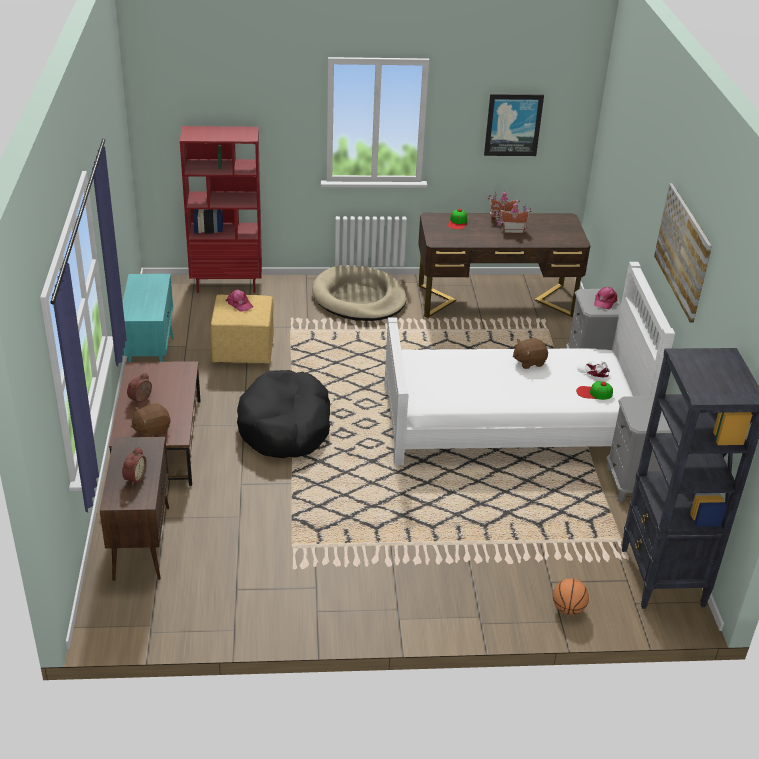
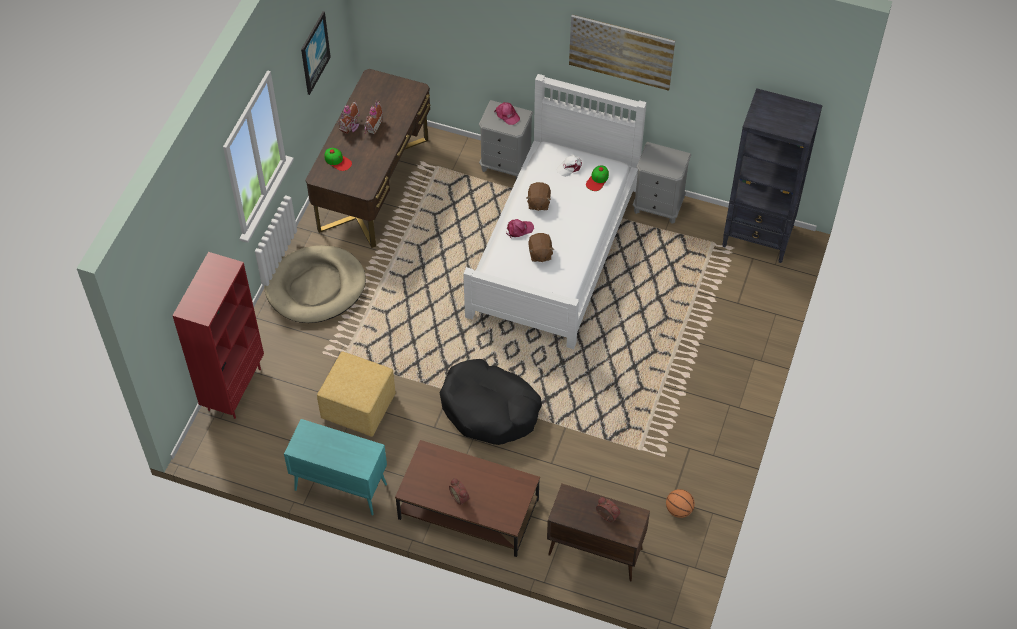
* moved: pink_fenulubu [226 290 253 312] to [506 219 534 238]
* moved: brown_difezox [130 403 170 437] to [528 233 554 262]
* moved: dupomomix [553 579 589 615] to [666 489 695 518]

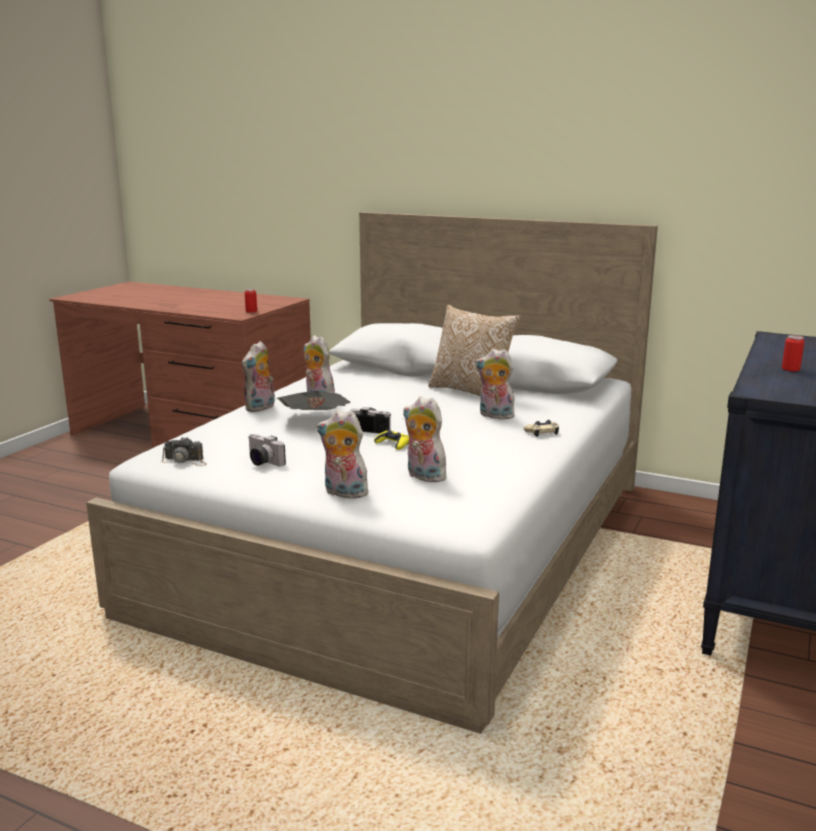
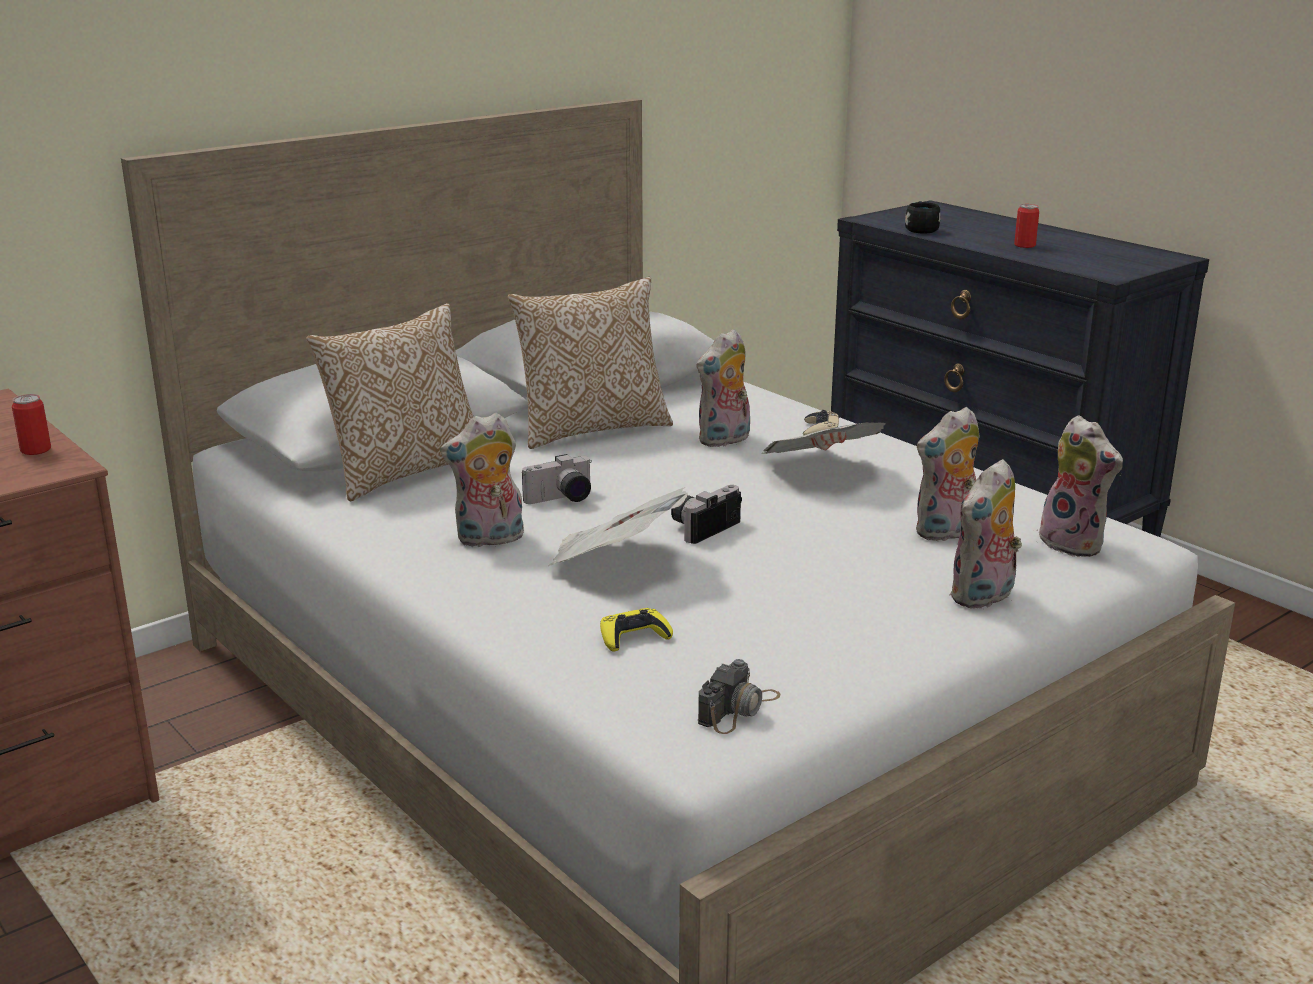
* moved: difezox [242 341 275 412] to [1038 415 1123 557]
* moved: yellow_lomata [374 430 409 450] to [600 608 673 652]
* moved: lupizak [248 434 286 466] to [522 454 592 504]
* added: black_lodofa [905 201 940 234]
* added: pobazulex [306 303 473 501]
* added: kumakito [763 422 886 454]

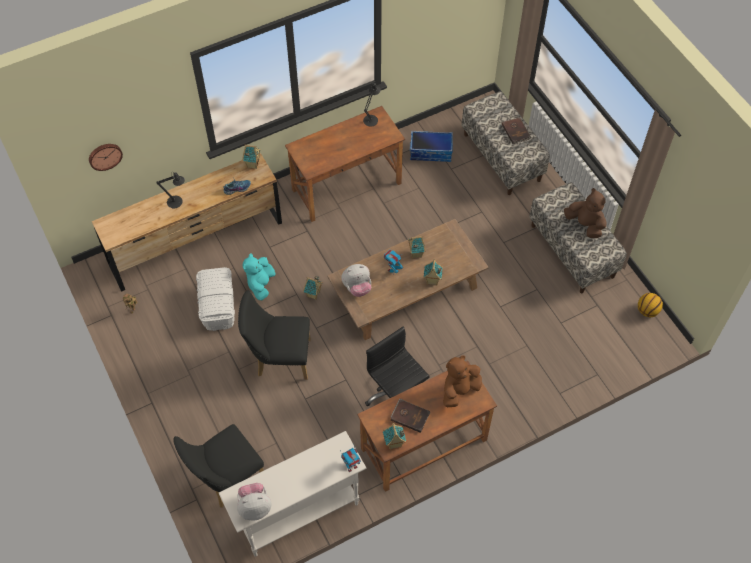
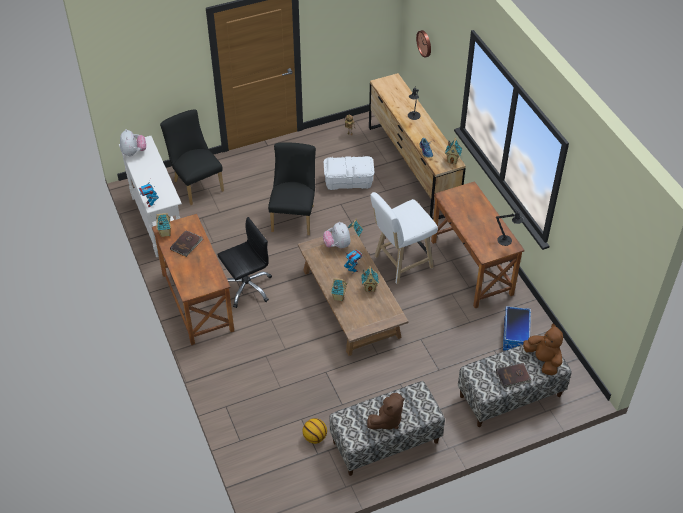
* removed: turquoise_difezox [242 253 276 300]
* moved: dupomomix [638 293 663 317] to [302 418 327 444]
* moved: brown_difezox [443 356 482 407] to [523 324 563 375]
* added: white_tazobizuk [370 192 438 284]

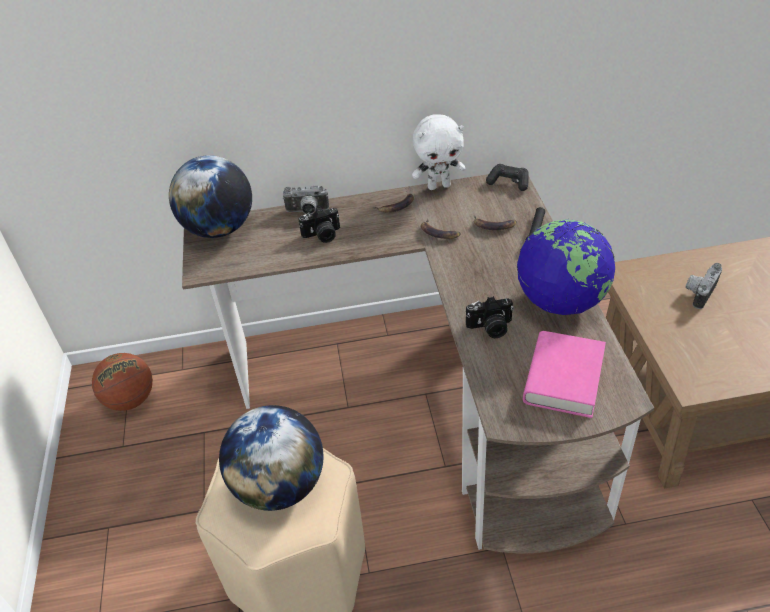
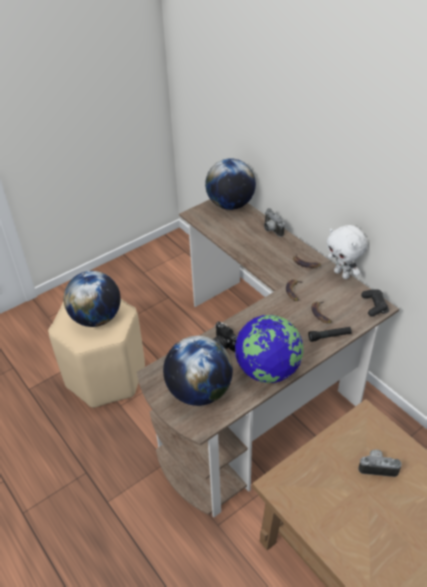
* removed: lupizak [298 207 340 243]
* replaced: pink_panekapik [523 331 606 418] to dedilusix [163 336 233 406]
* removed: dupomomix [92 353 153 411]

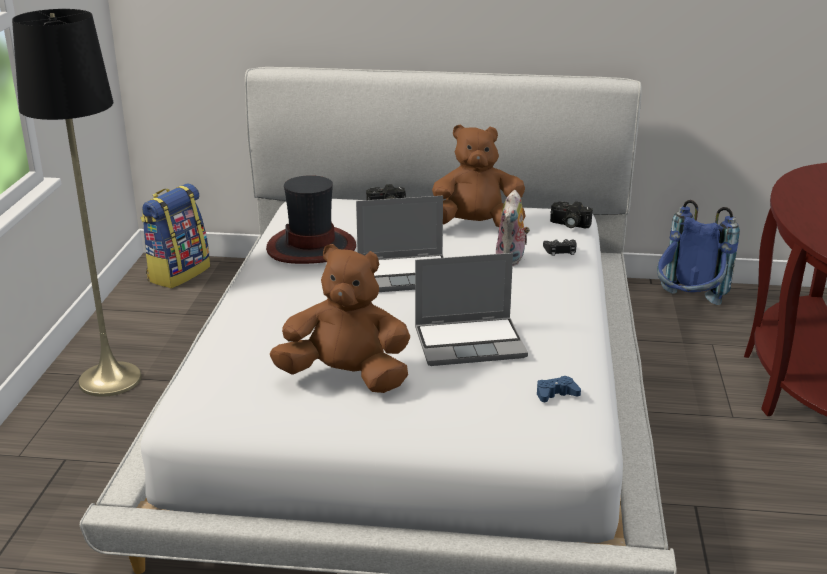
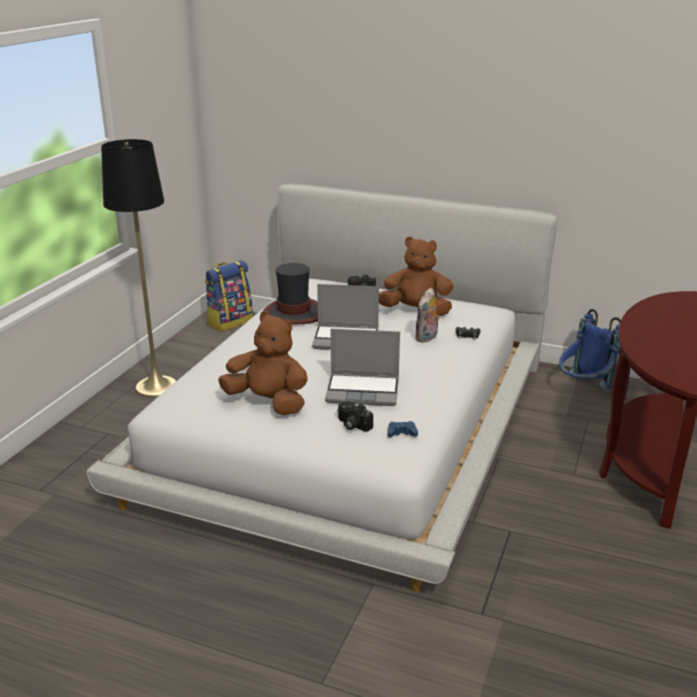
* moved: lupizak [550 201 593 228] to [337 401 373 432]

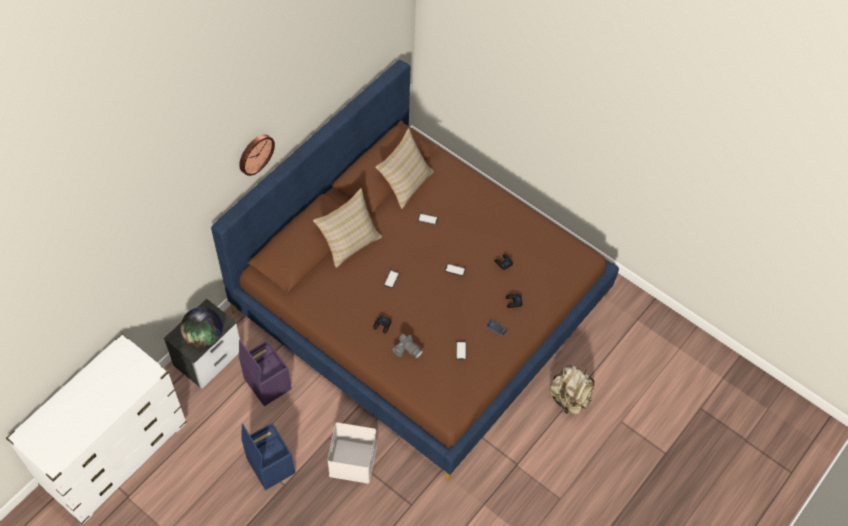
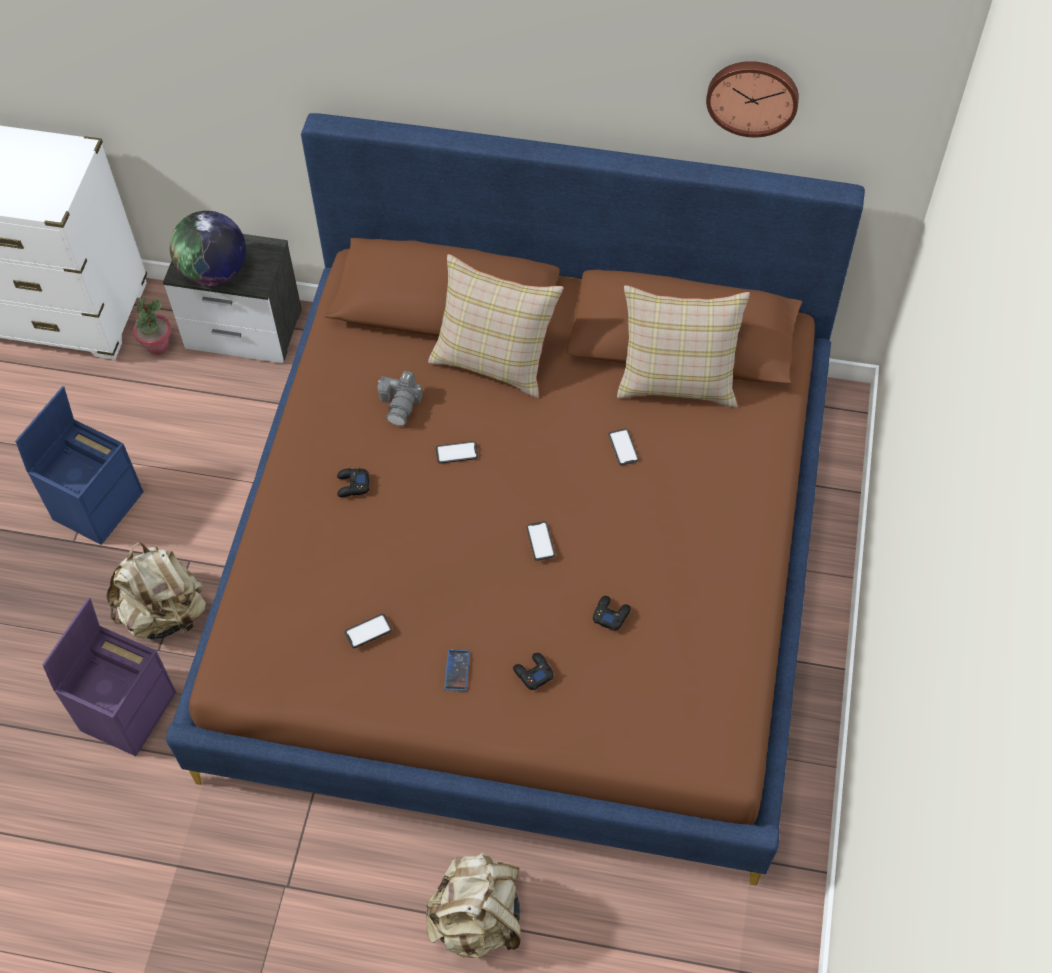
* moved: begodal [239 134 275 176] to [706 61 799 137]
* moved: lupizak [392 334 423 358] to [378 371 422 426]
* moved: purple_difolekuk [239 340 292 406] to [42 597 176 756]
* replaced: white_difolekuk [327 423 377 483] to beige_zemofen [106 542 206 639]
* added: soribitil [133 297 171 355]

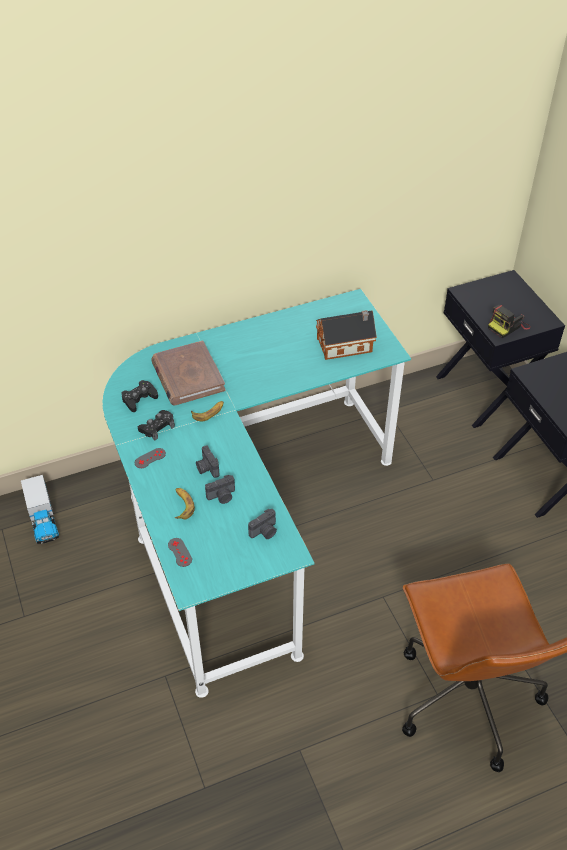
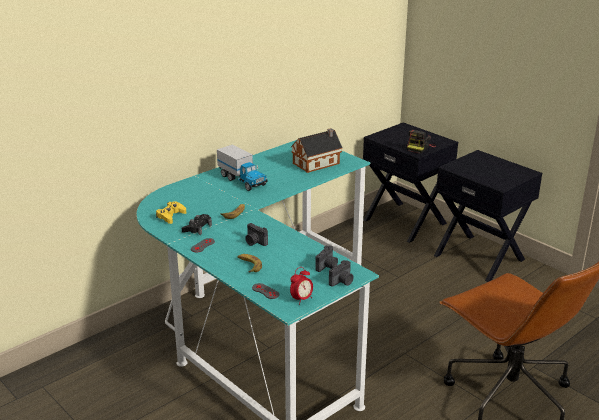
* removed: brown_panekapik [151 341 225 406]
* recoloured: black_lomata [122 380 158 412] to yellow_lomata [156 201 186 224]
* moved: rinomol [21 475 59 544] to [217 144 267 191]
* moved: lupizak [205 475 235 504] to [329 260 354 287]
* added: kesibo [290 267 313 305]

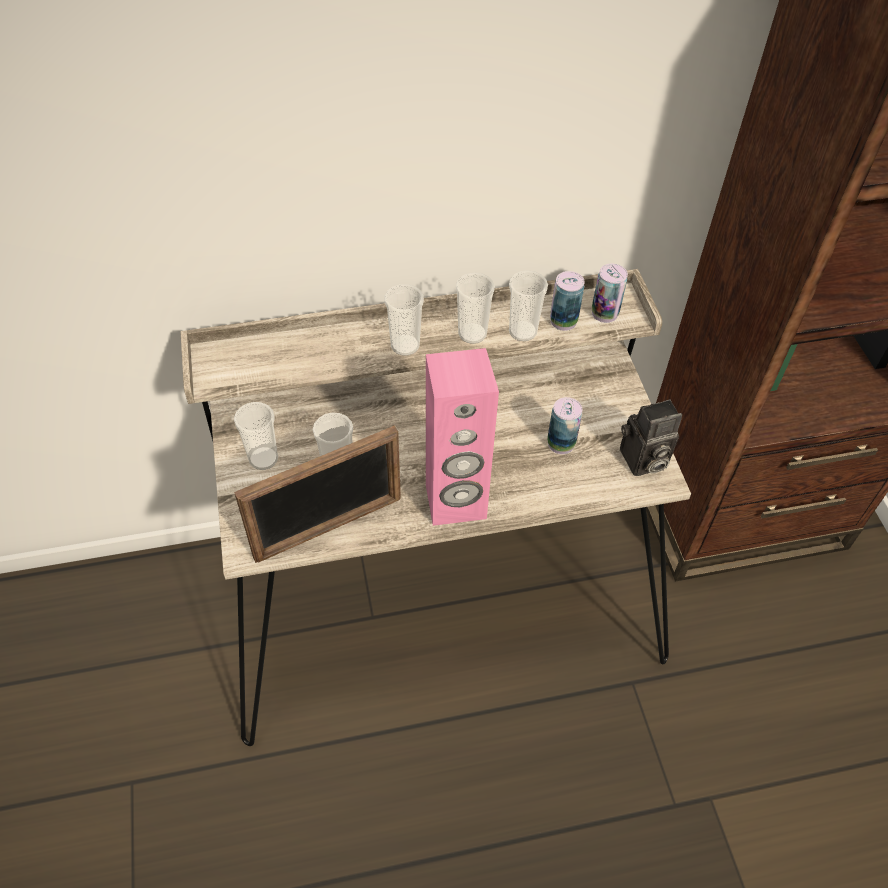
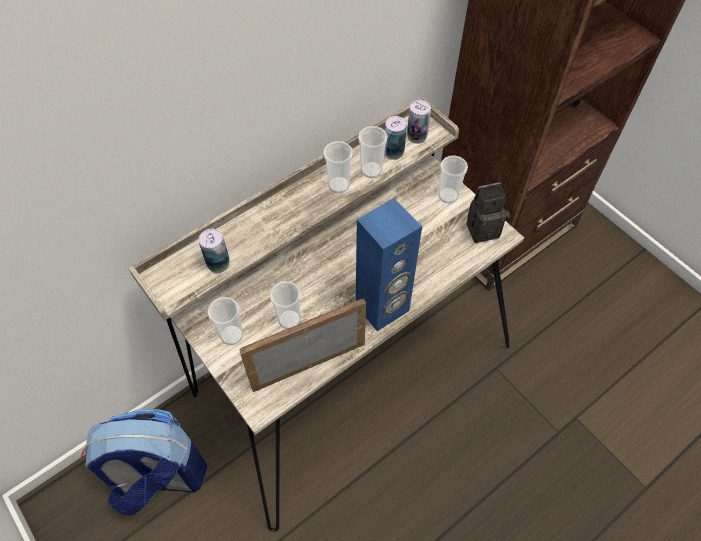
* moved: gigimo [384 284 424 356] to [438 155 468 203]
* recoloured: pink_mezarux [426 348 499 526] to blue_mezarux [356 198 422 331]
* moved: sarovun [547 397 582 454] to [199 229 230 273]
* turned: lupizak [620 399 682 476] = [467 182 510 243] 150 degrees counterclockwise
* turned: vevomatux [234 425 401 563] = [239 299 366 392] 150 degrees counterclockwise
* added: zemofen [81 409 207 516]

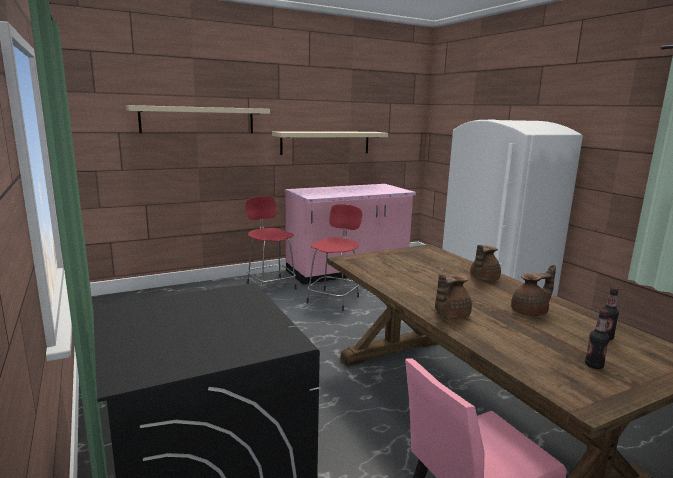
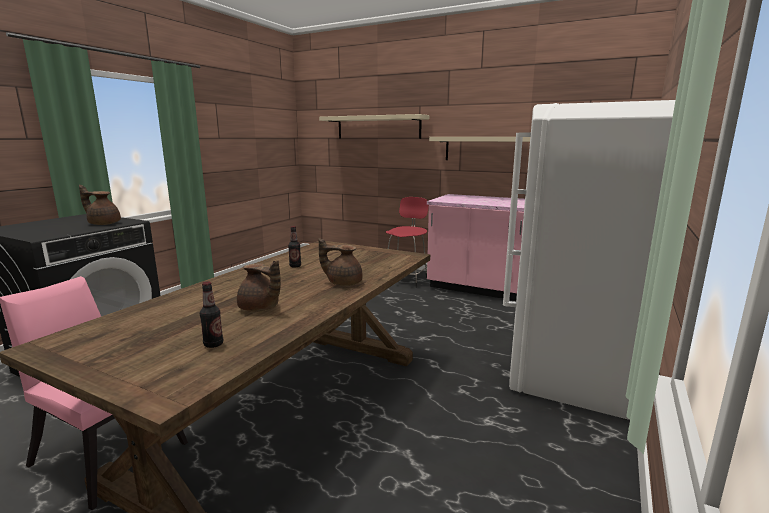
* removed: red_tazobizuk [307 204 362 311]
* moved: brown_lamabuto [435 274 472 319] to [79 185 121 225]
* moved: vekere [585 309 610 369] to [288 226 301 268]

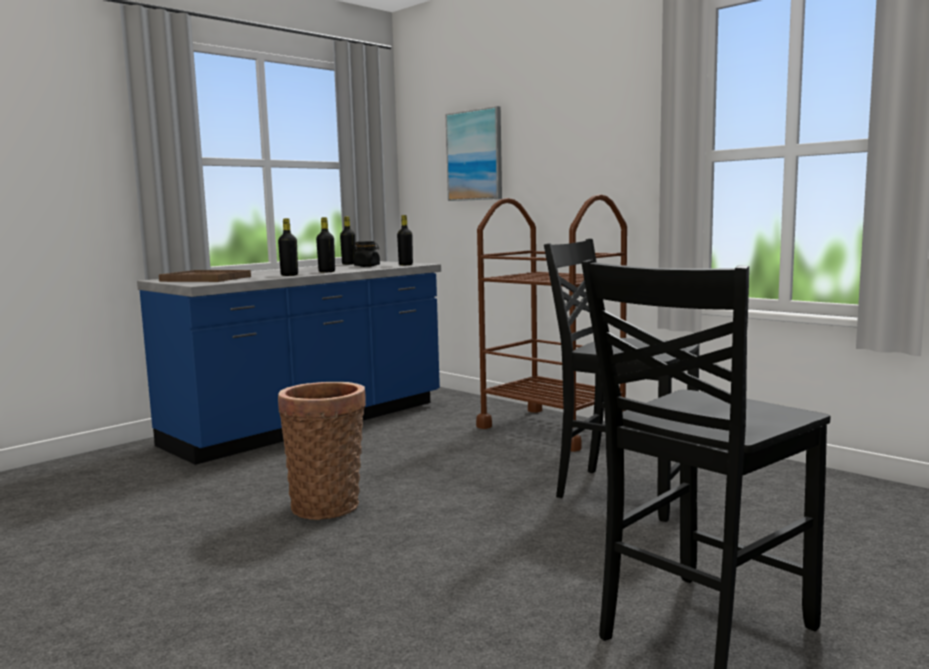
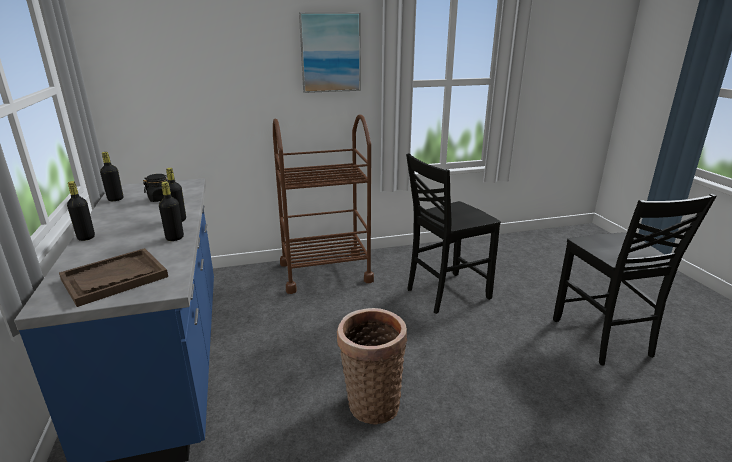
* moved: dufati [445 106 502 201] to [299 12 361 93]
* moved: black_vekere [397 215 413 265] to [67 181 95 241]

